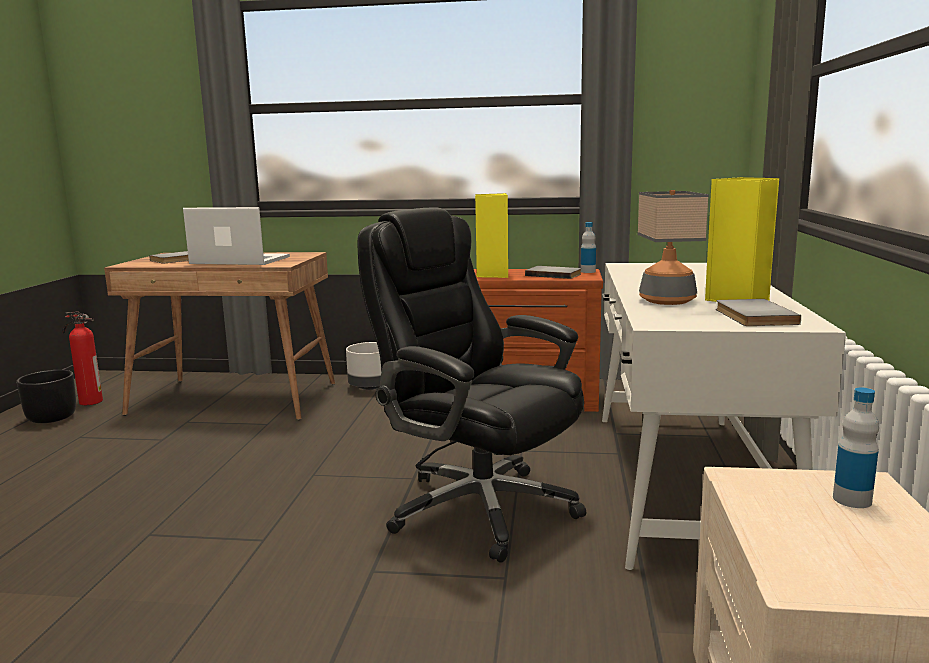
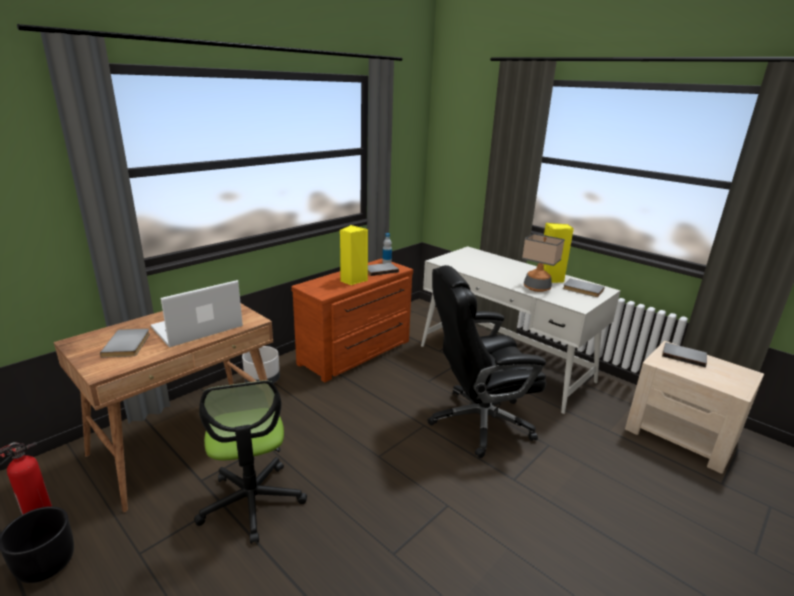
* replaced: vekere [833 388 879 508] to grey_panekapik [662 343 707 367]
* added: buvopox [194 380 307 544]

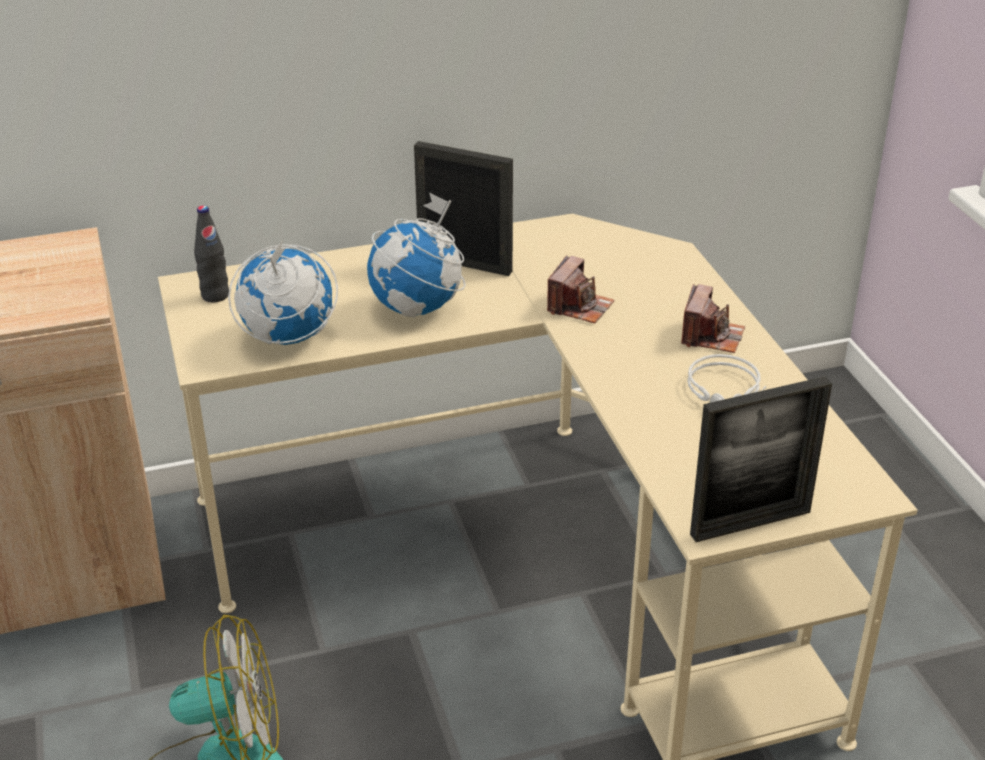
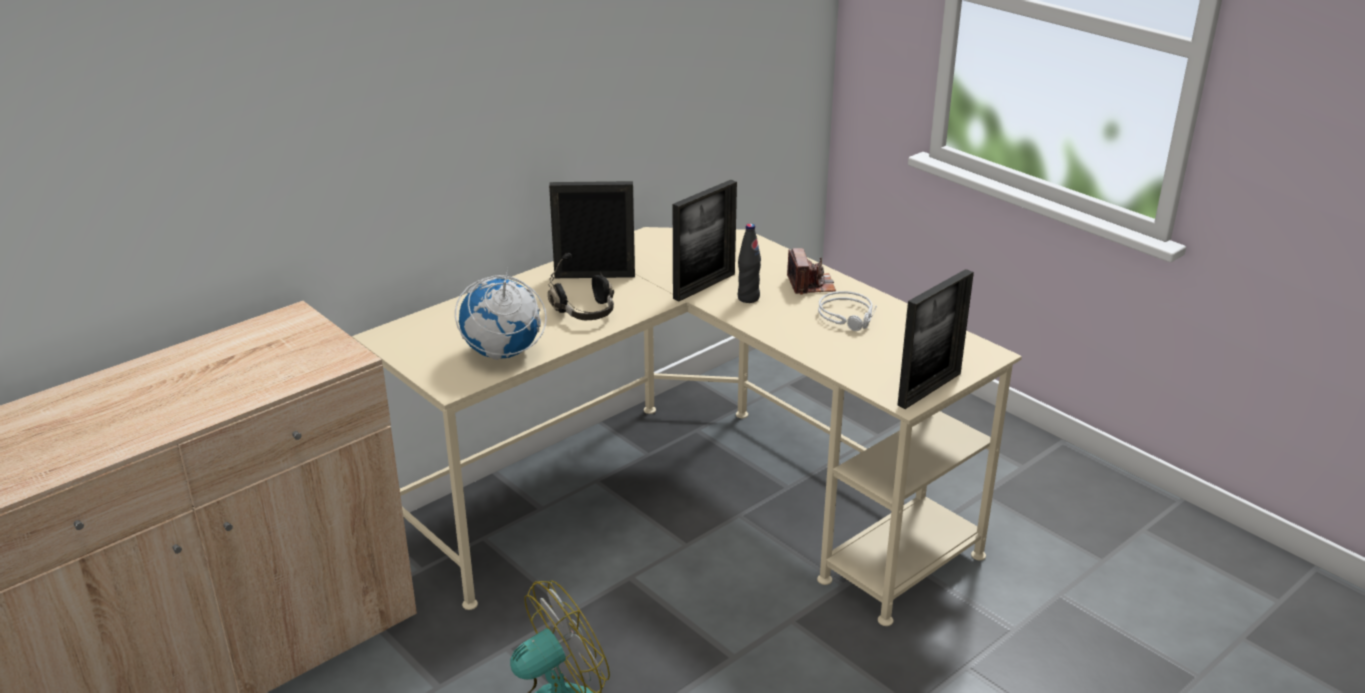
* replaced: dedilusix [367 192 466 317] to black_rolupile [548 253 614 320]
* moved: black_vekere [194 205 229 302] to [738 223 761 303]
* replaced: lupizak [547 255 615 323] to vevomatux [673 180 737 302]

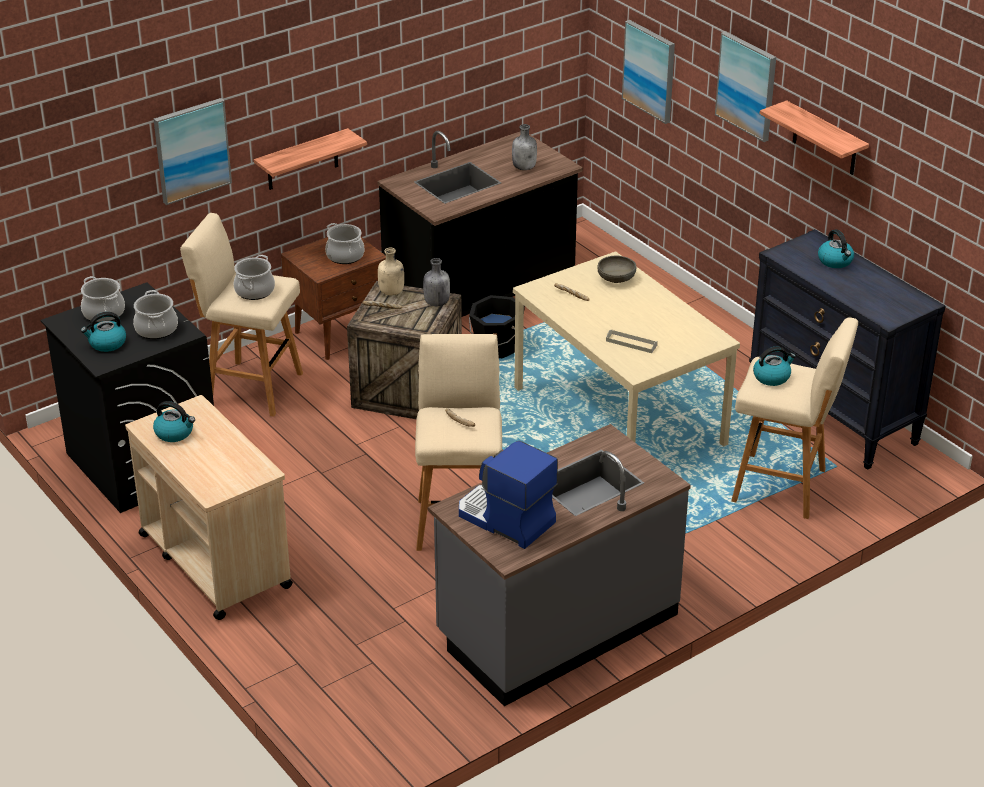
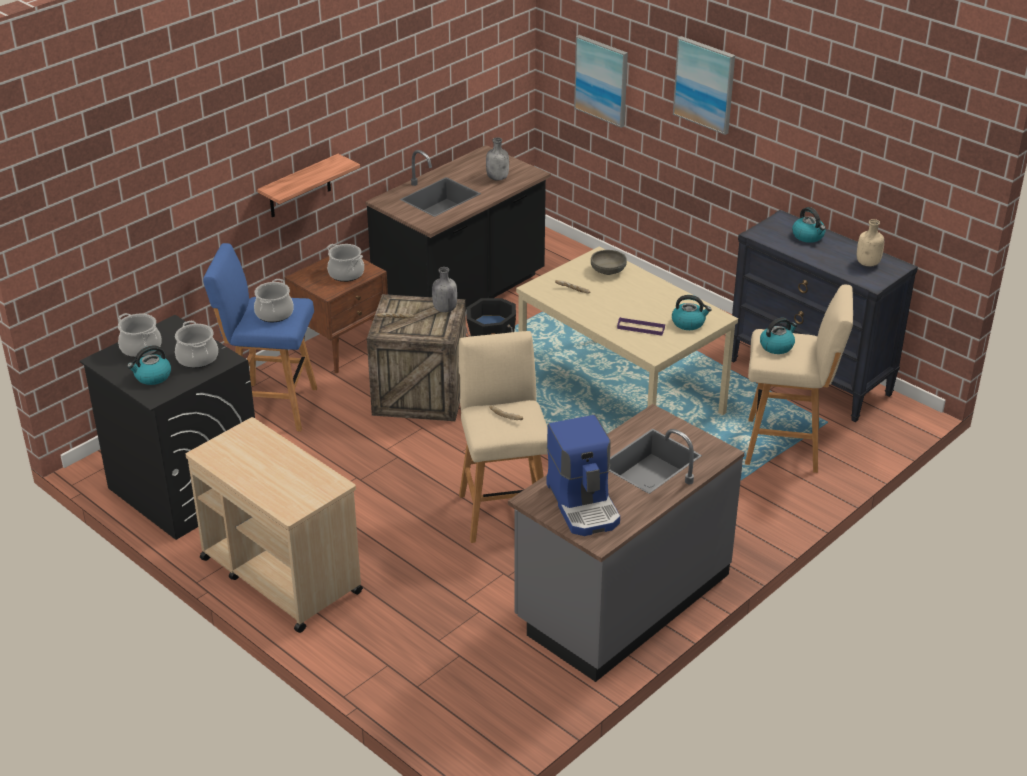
* removed: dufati [154 98 232 205]
* removed: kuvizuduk [760 100 869 175]
* recoloured: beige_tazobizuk [180 213 303 417] to blue_tazobizuk [203 243 317 432]
* moved: beige_vekere [378 248 404 296] to [857 219 884 267]
* recoloured: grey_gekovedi [606 330 658 353] to purple_gekovedi [617 317 665 335]
* moved: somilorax [153 401 195 442] to [672 295 712 330]
* turned: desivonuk [459 441 558 549] = [546 415 620 536] 135 degrees counterclockwise

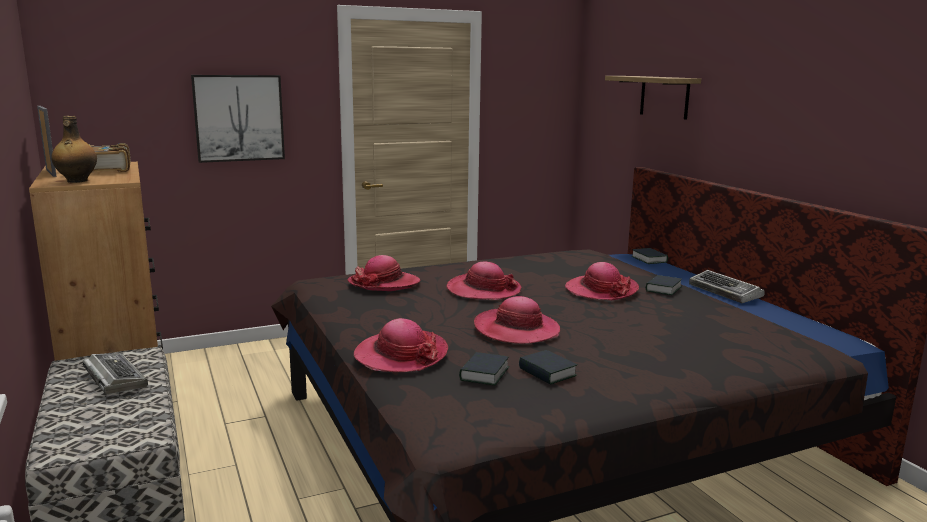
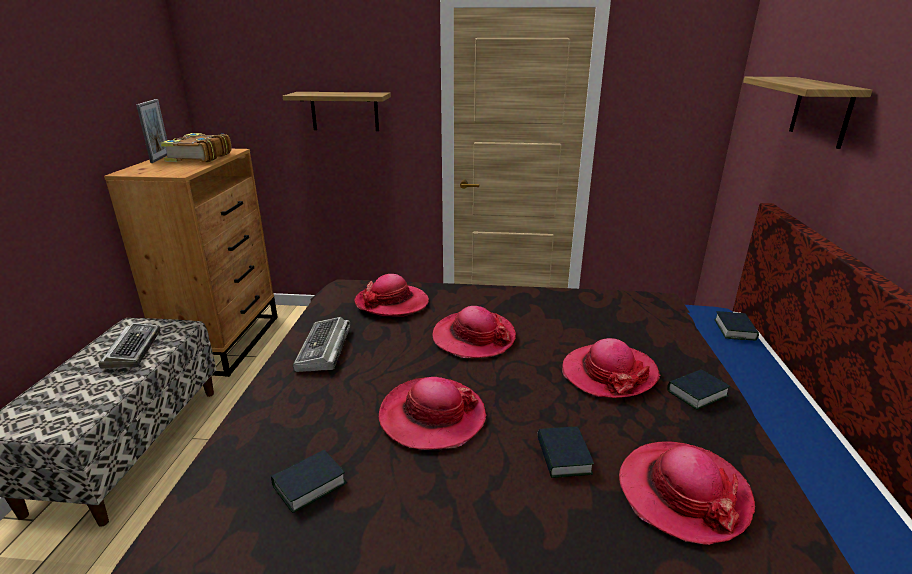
* replaced: dufati [191 75 285 163] to kuvizuduk [283 92 391 131]
* removed: vekere [51 116 97 183]
* moved: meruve [689 270 765 303] to [293 317 351 372]
* moved: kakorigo [354 318 448 372] to [619 441 755 545]
* moved: panekapik [519 350 577 385] to [537 427 594 478]

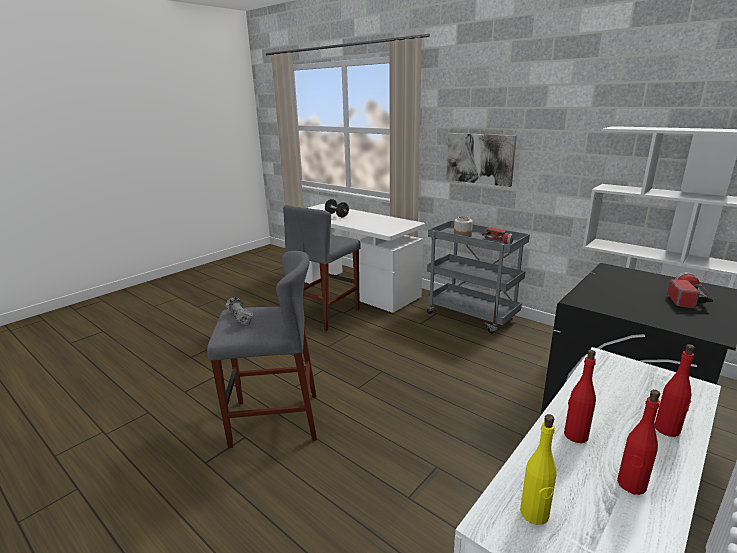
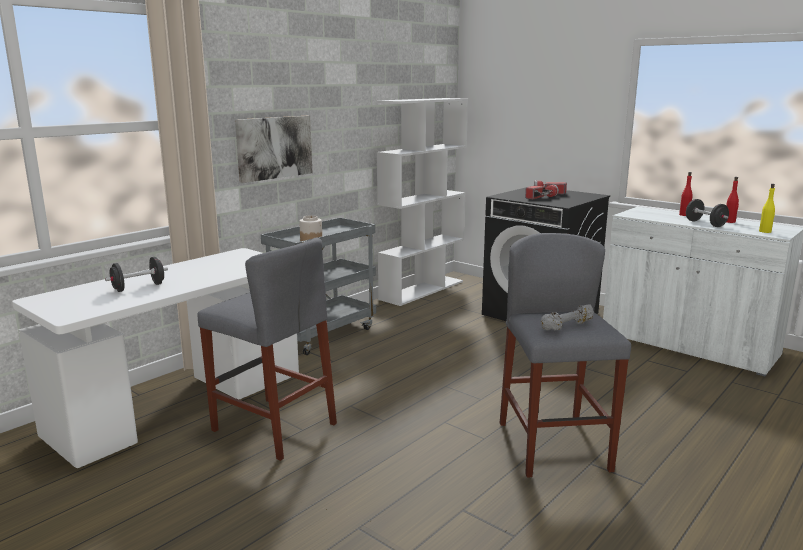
* moved: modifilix [482 227 514 245] to [525 184 559 200]
* replaced: red_vekere [564 350 596 443] to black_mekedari [686 199 729 227]

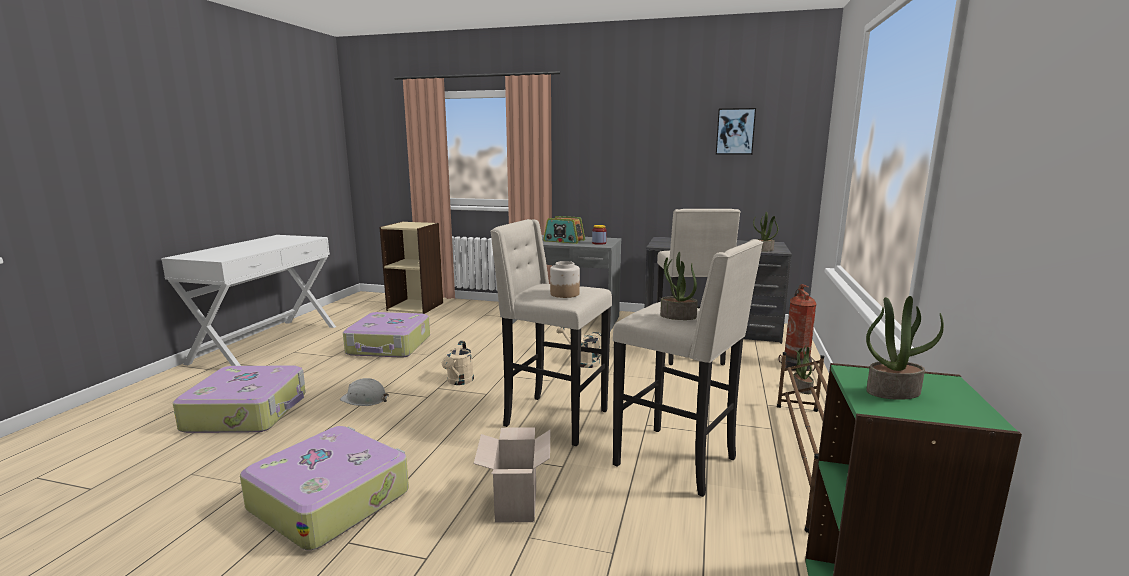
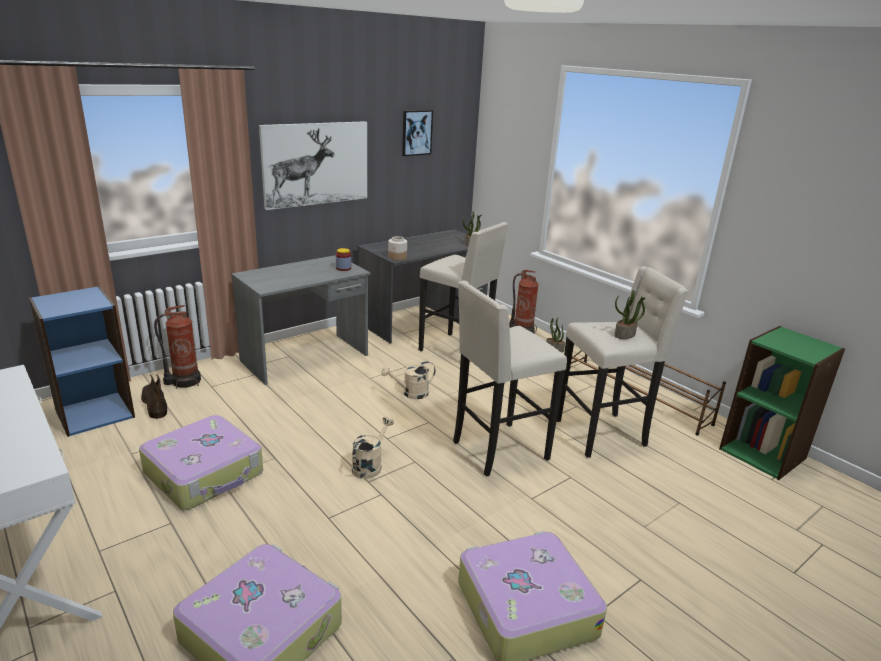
* removed: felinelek [543 216 585 244]
* recoloured: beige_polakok [379 221 443 314] to blue_polakok [29 286 135 437]
* moved: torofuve [550 261 580 298] to [388 236 407 260]
* removed: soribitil [866 296 944 400]
* turned: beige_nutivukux [442 340 474 385] = [352 416 394 479] 105 degrees counterclockwise
* removed: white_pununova [340 378 389 406]
* removed: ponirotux [474 427 550 523]
* added: dufati [259 121 367 210]
* added: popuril [154 305 201 388]
* added: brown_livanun [141 374 167 419]

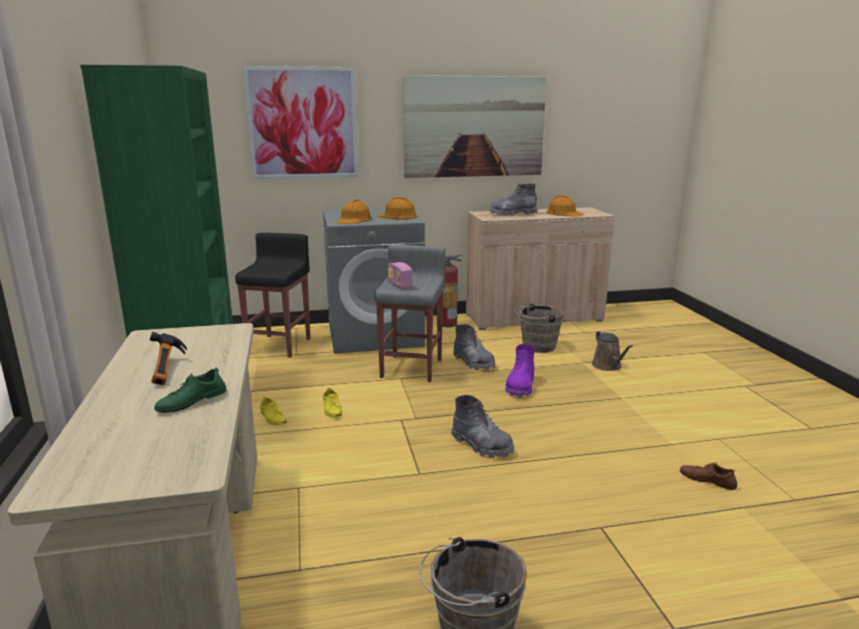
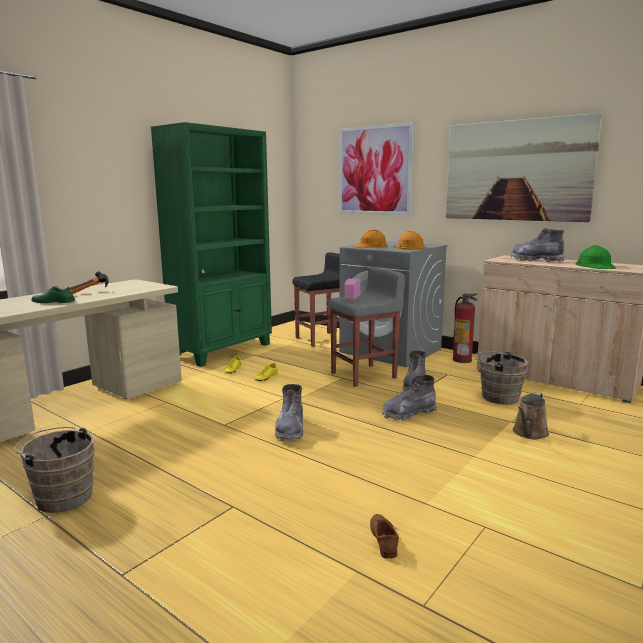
* recoloured: orange_pununova [546 196 584 217] to green_pununova [575 245 617 269]
* recoloured: purple_livanun [505 344 535 398] to grey_livanun [382 375 437 421]

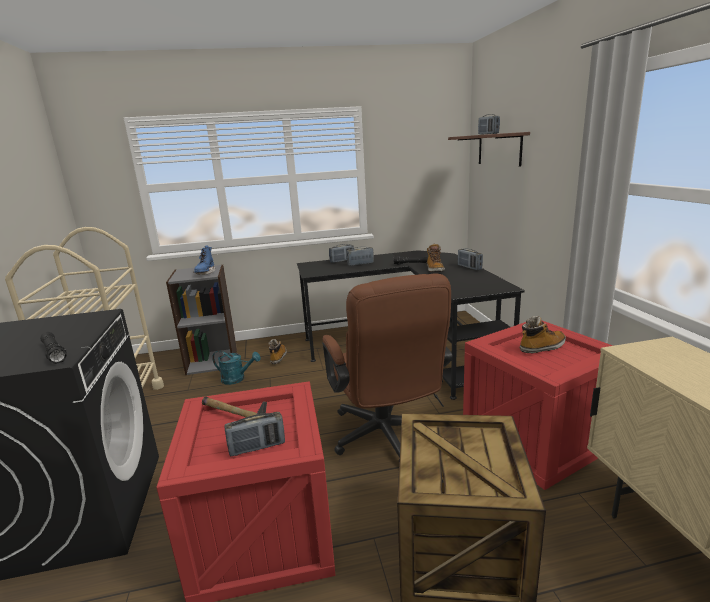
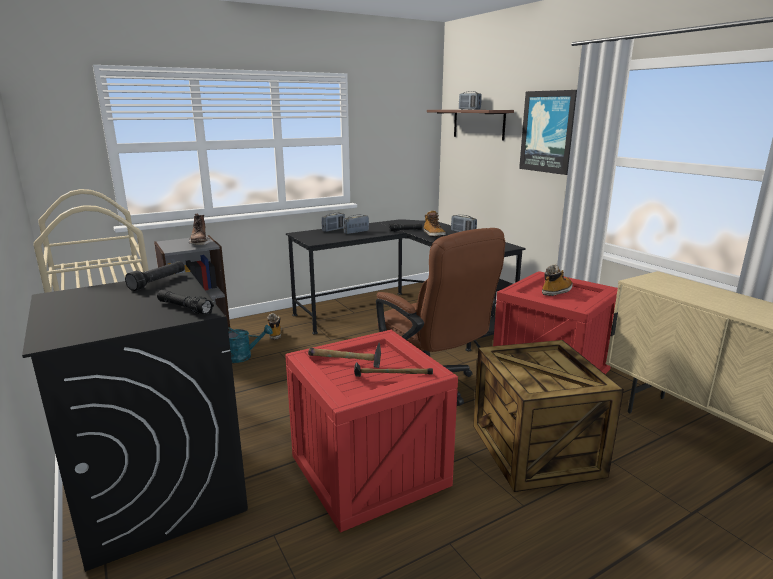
* recoloured: blue_livanun [194 246 215 275] to brown_livanun [189 214 211 245]
* replaced: felinelek [224 412 285 457] to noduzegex [354 362 433 377]
* added: dufati [519 90 577 175]
* added: black_modifilix [125 261 185 291]

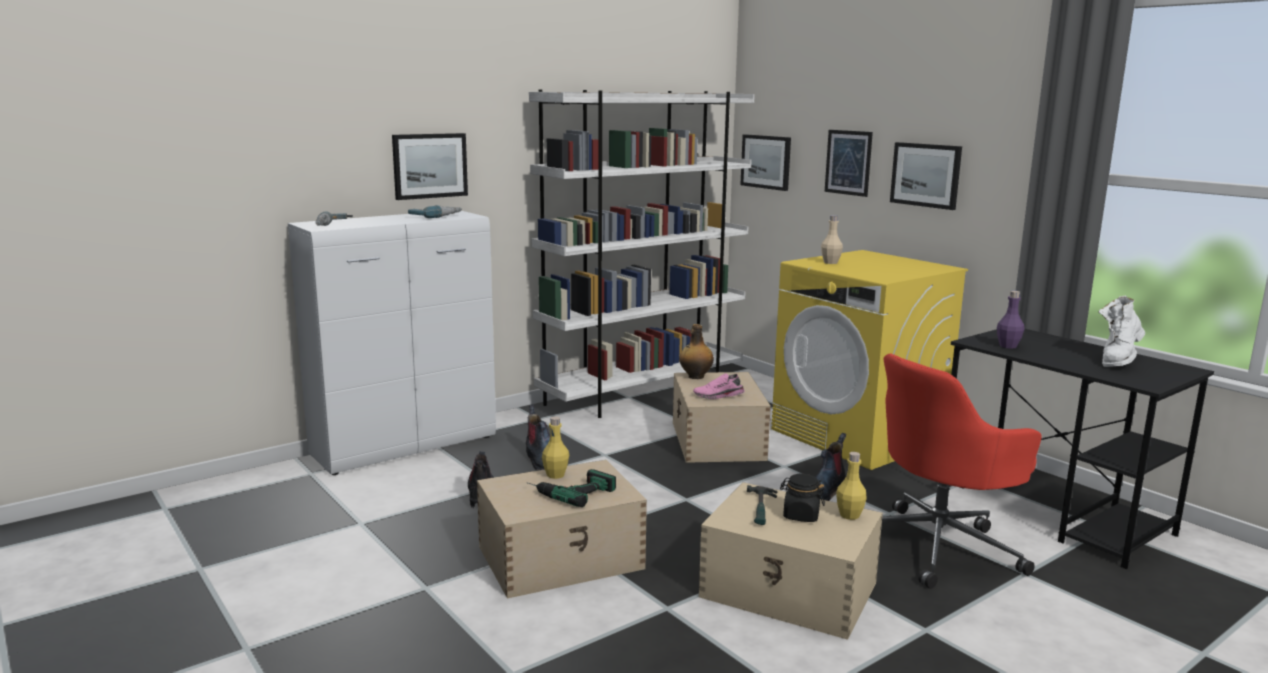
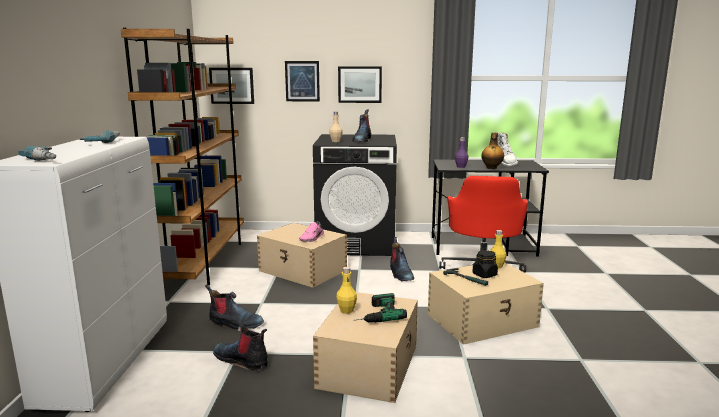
* recoloured: white_polakok [529 90 755 418] to brown_polakok [121 28 244 285]
* removed: dufati [392 133 468 200]
* recoloured: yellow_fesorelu [771 250 968 470] to black_fesorelu [313 134 397 256]
* moved: vekere [679 324 714 379] to [481 132 504 169]
* added: livanun [352 109 371 142]

